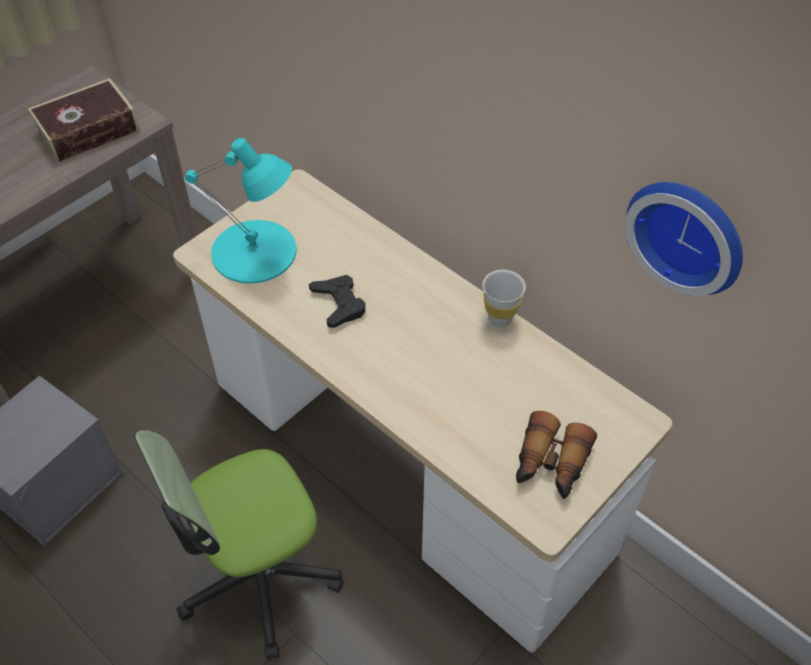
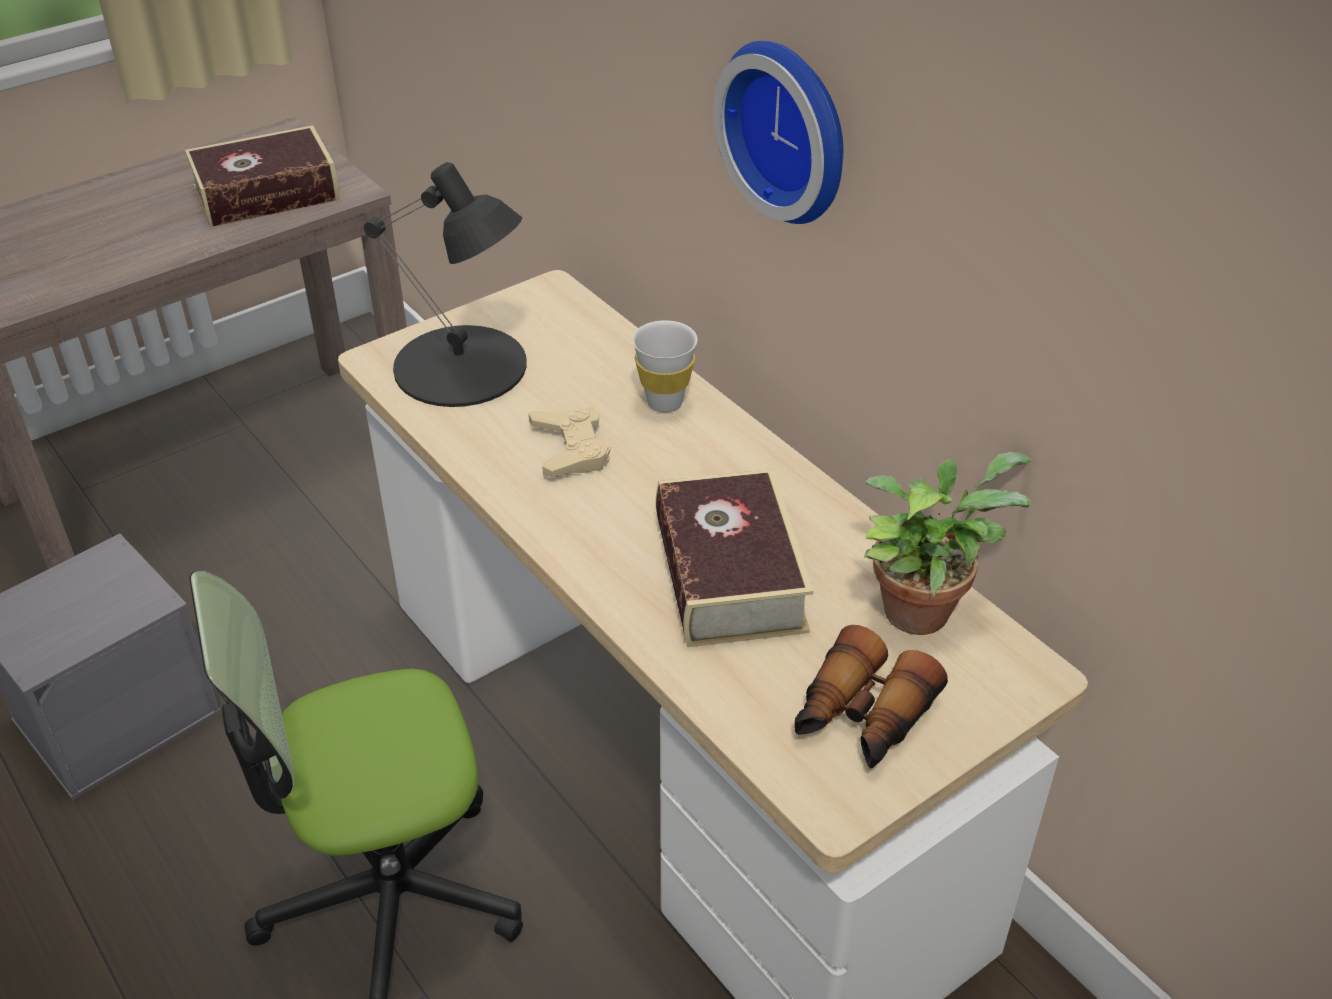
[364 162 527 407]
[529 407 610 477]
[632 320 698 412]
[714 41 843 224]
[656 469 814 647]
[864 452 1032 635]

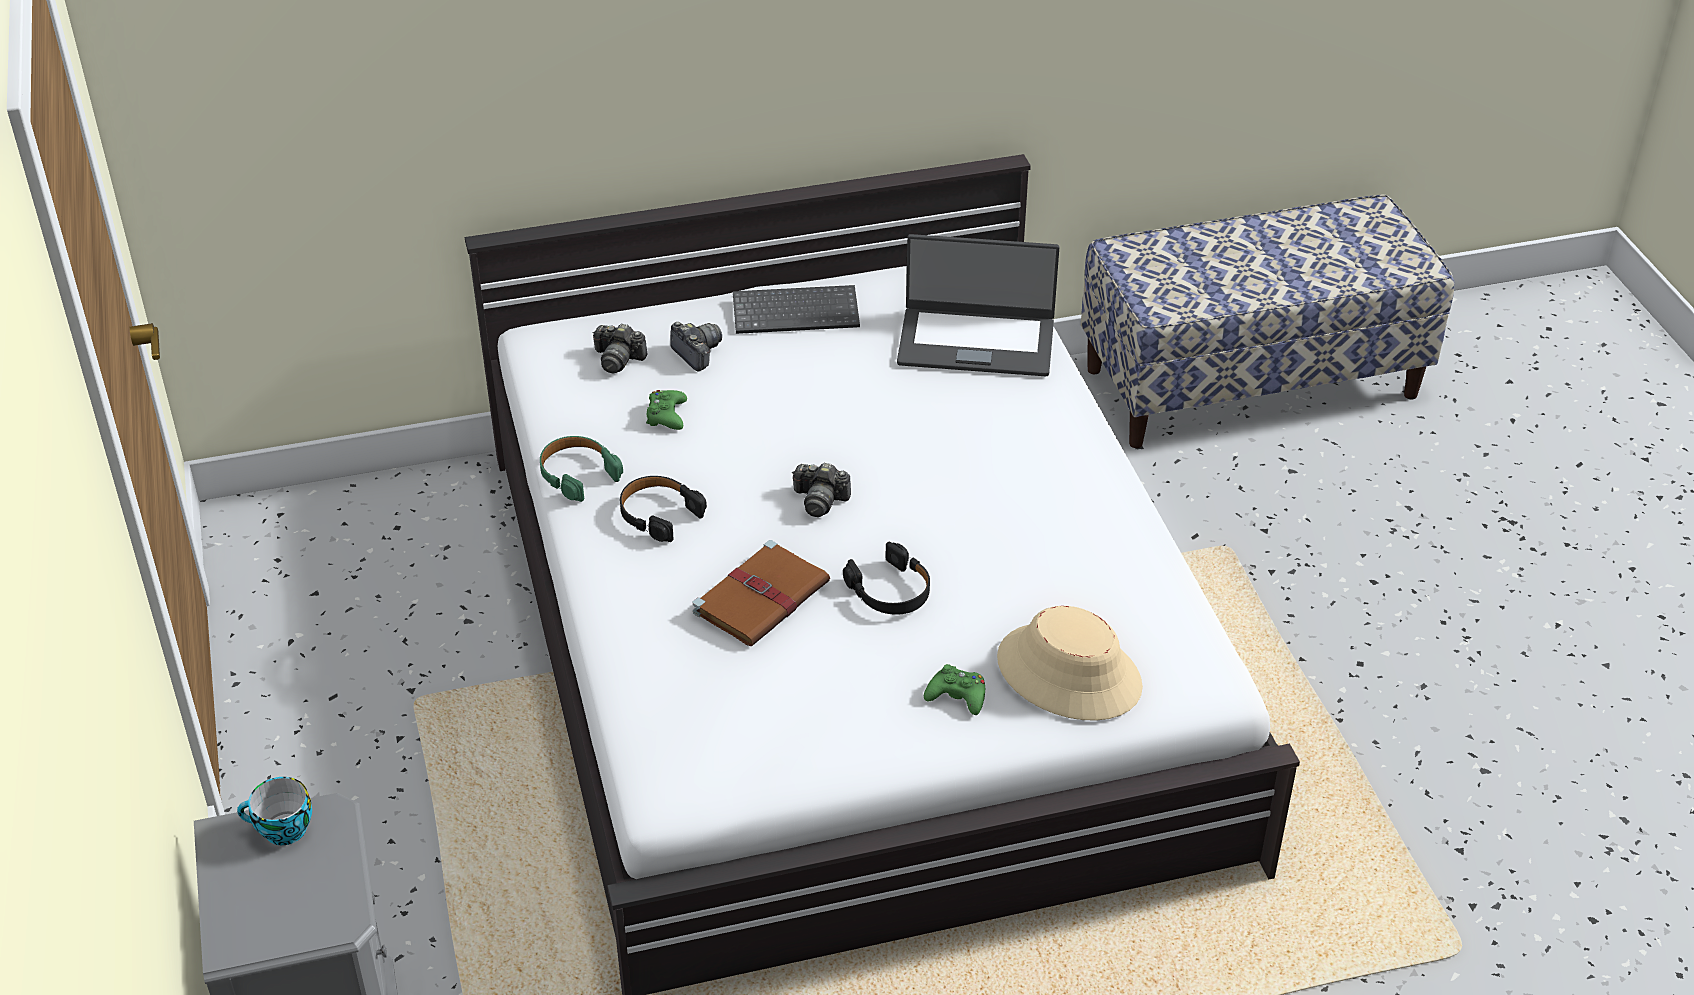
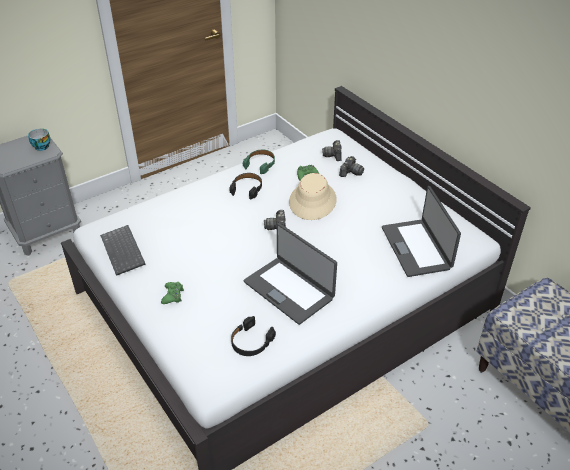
[692 540 830 647] (first image)
[100 225 146 276]
[231 316 276 356]
[289 173 337 220]
[243 223 337 325]

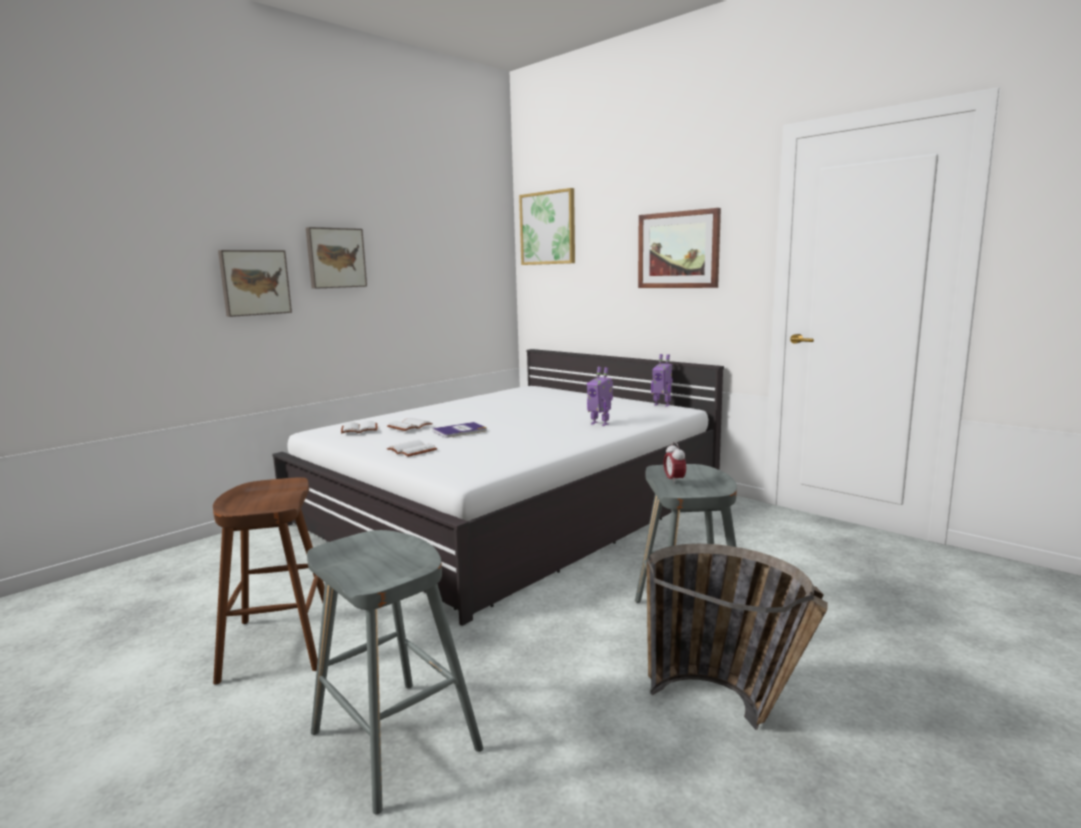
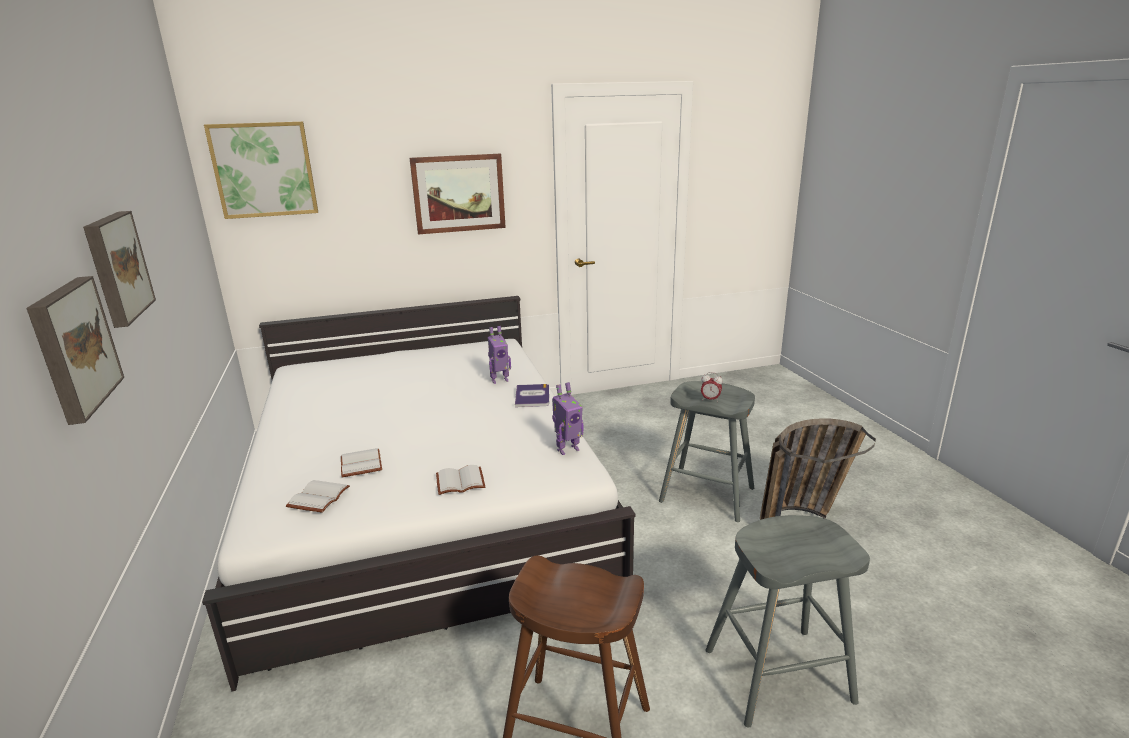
[515 384 549 407]
[552 382 583 455]

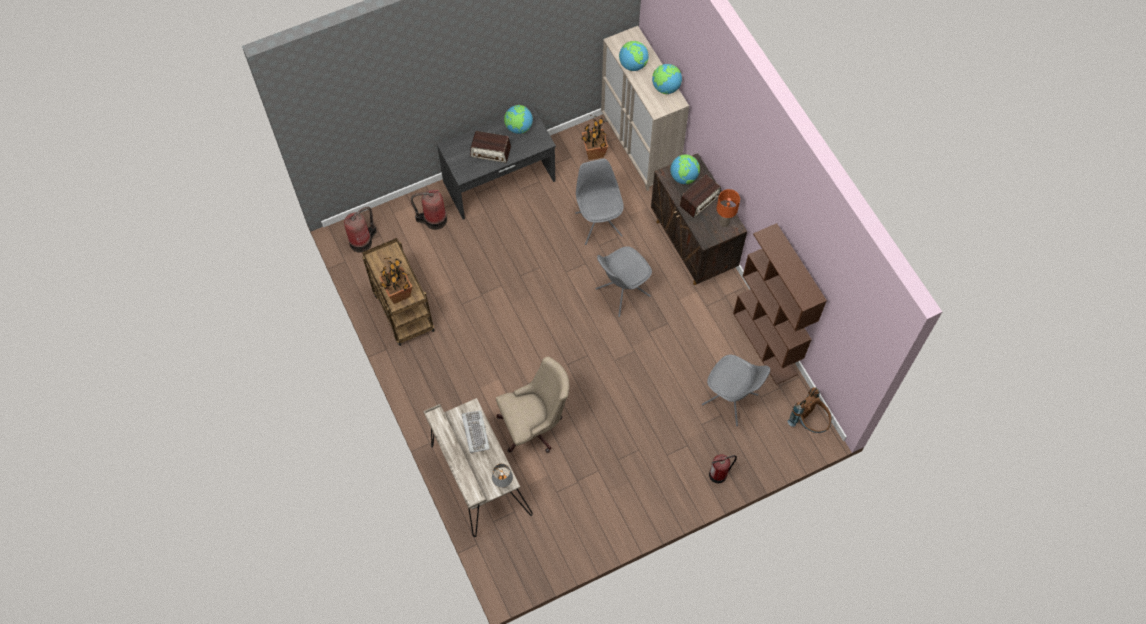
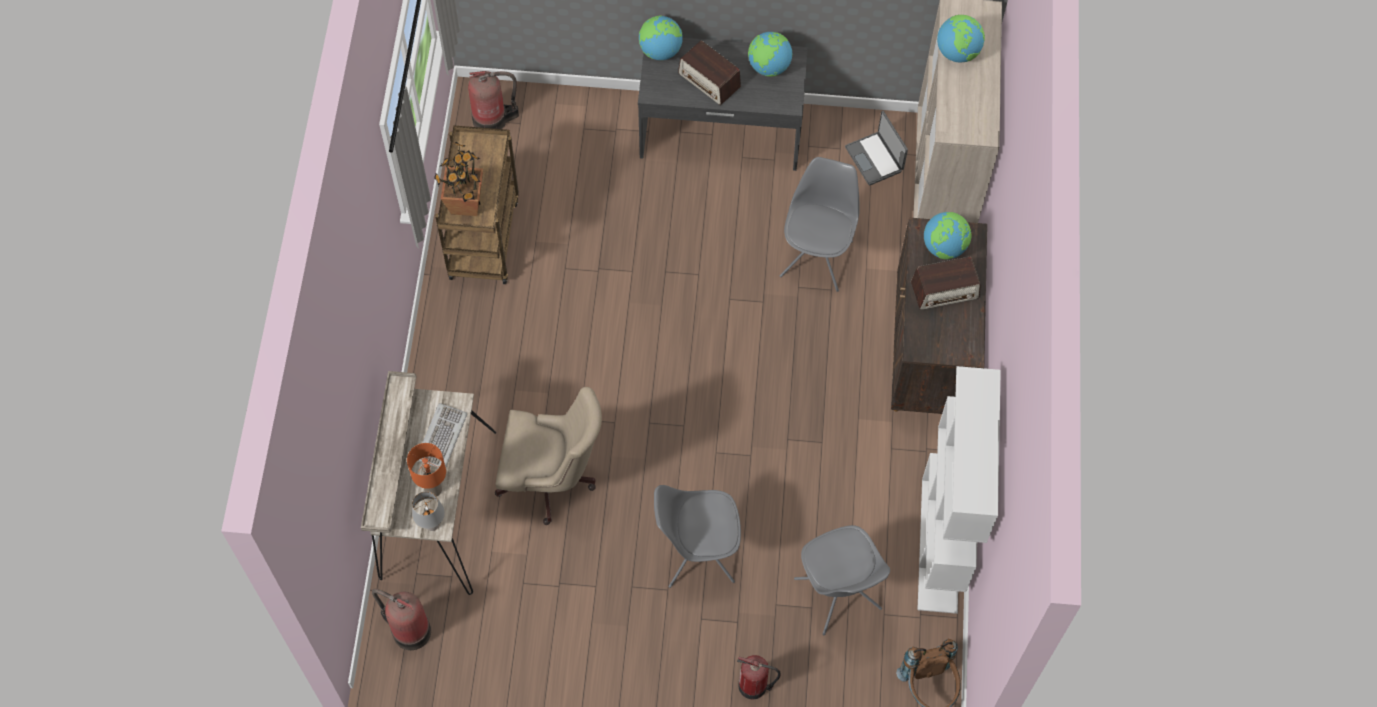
[372 589 431 650]
[845 111 908 186]
[654 485 741 588]
[639 16 683 60]
[407 443 446 497]
[917 366 1001 614]

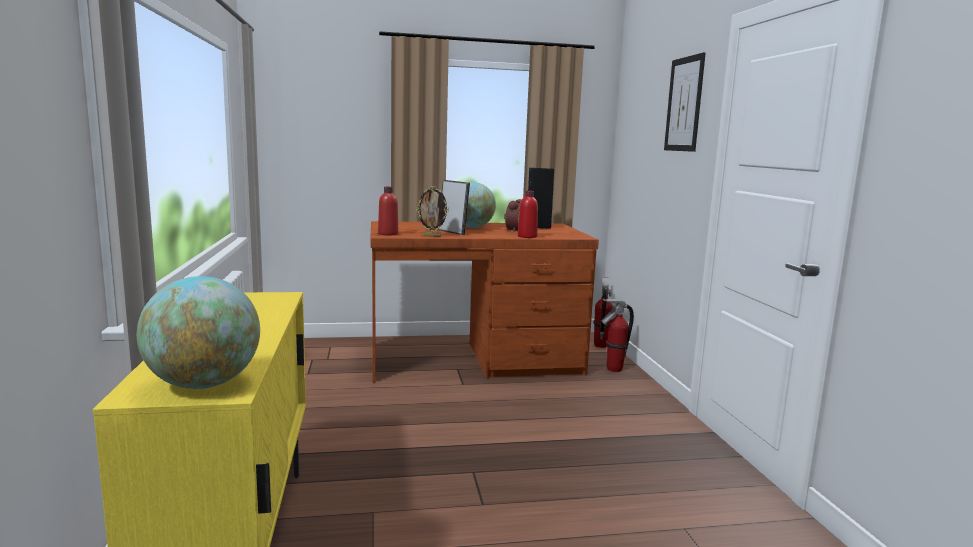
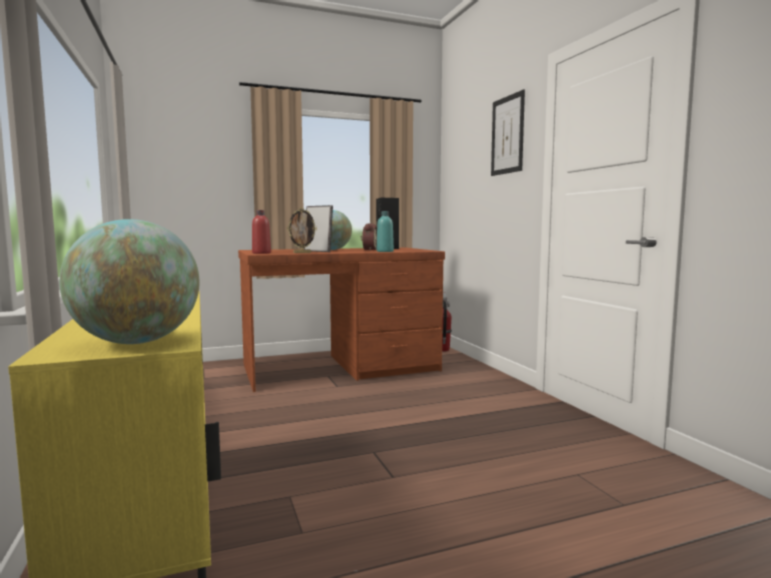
[377 211 394 252]
[601 299 634 372] (first image)

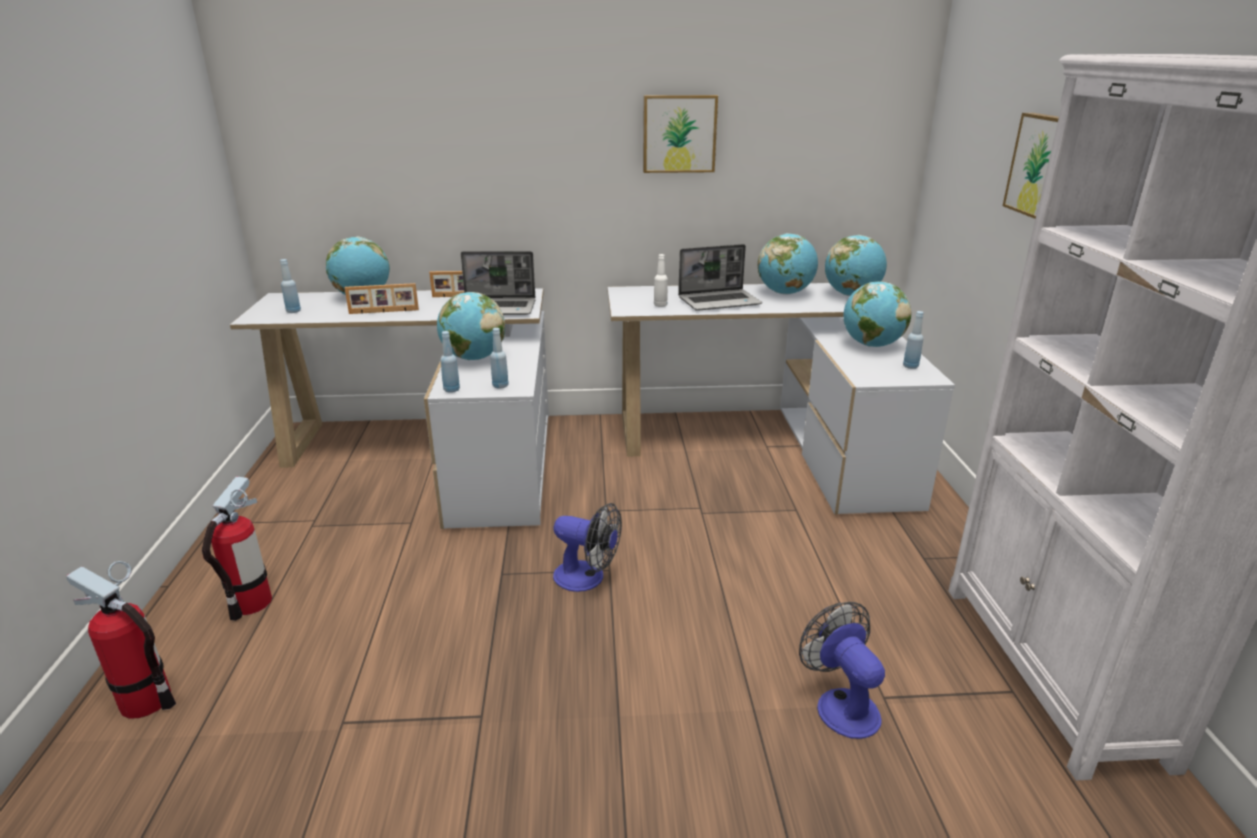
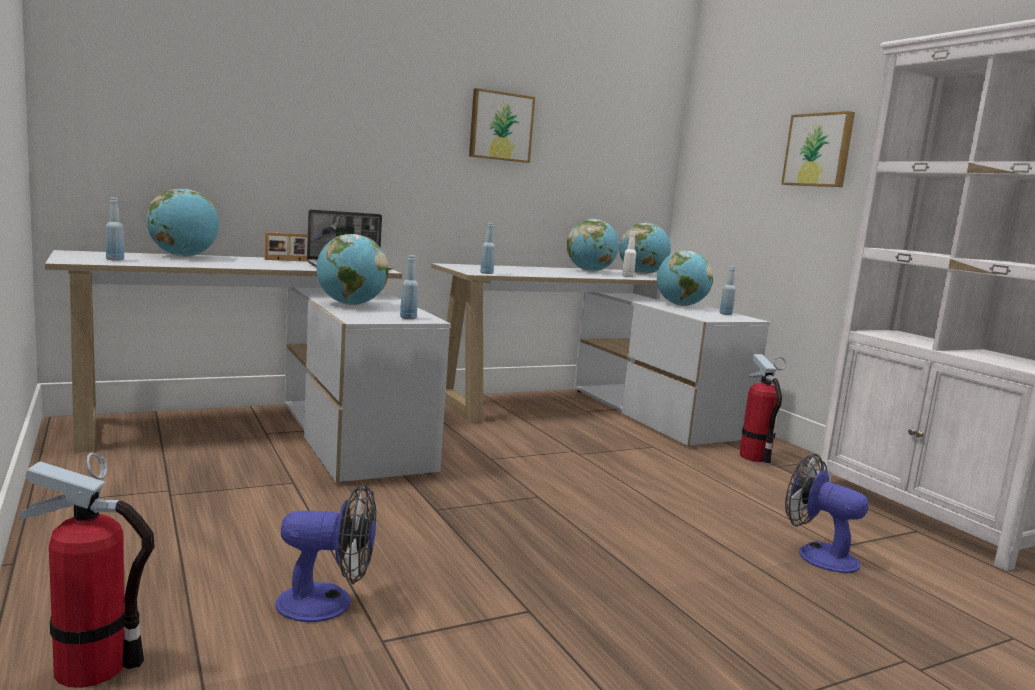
[739 354 787 463]
[345 283 419 314] (first image)
[480 223 495 274]
[276 484 376 623]
[622 232 636 277]
[678 244 762 311] (first image)

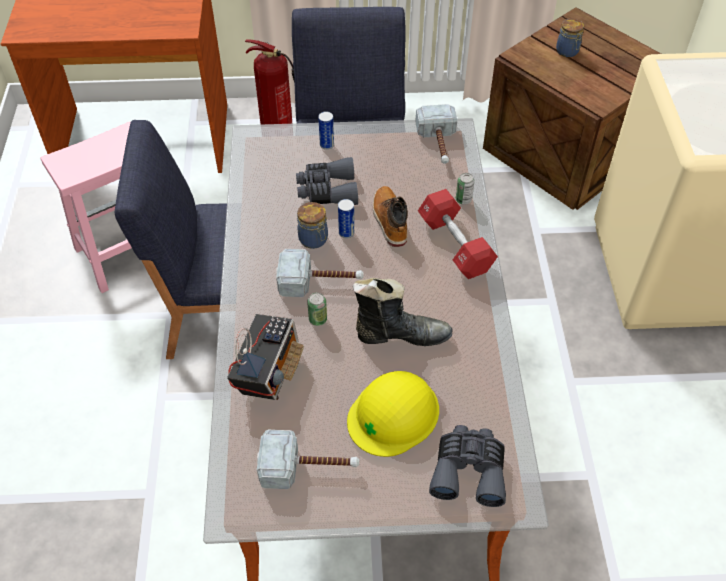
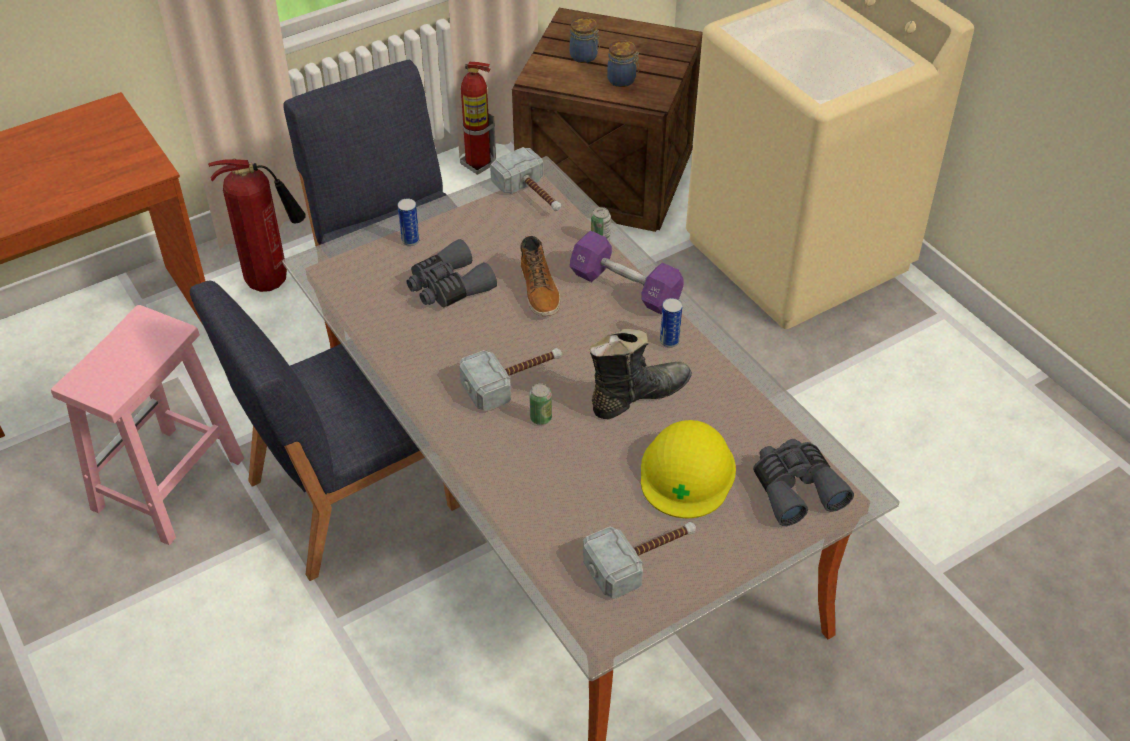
[227 314 304 400] (first image)
[607 40 639 87]
[660 298 682 348]
[520 236 560 316]
[570 230 684 315]
[460 62 496 175]

